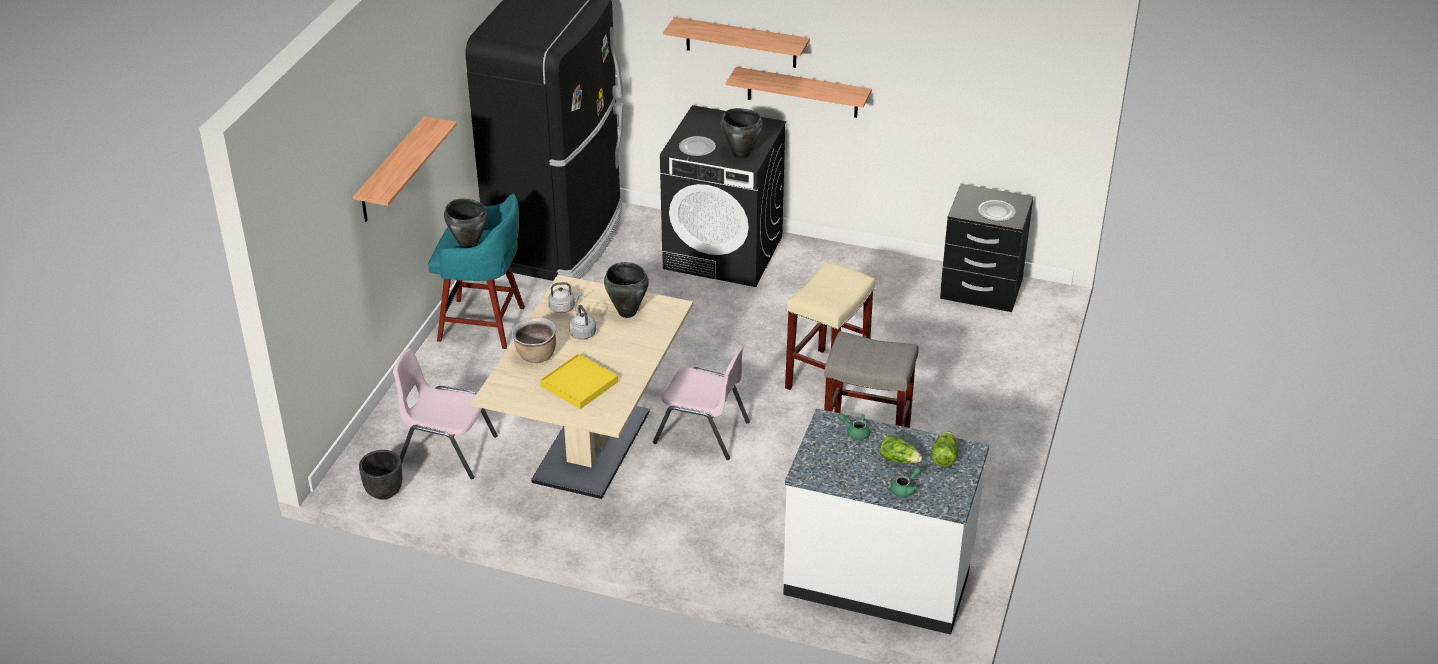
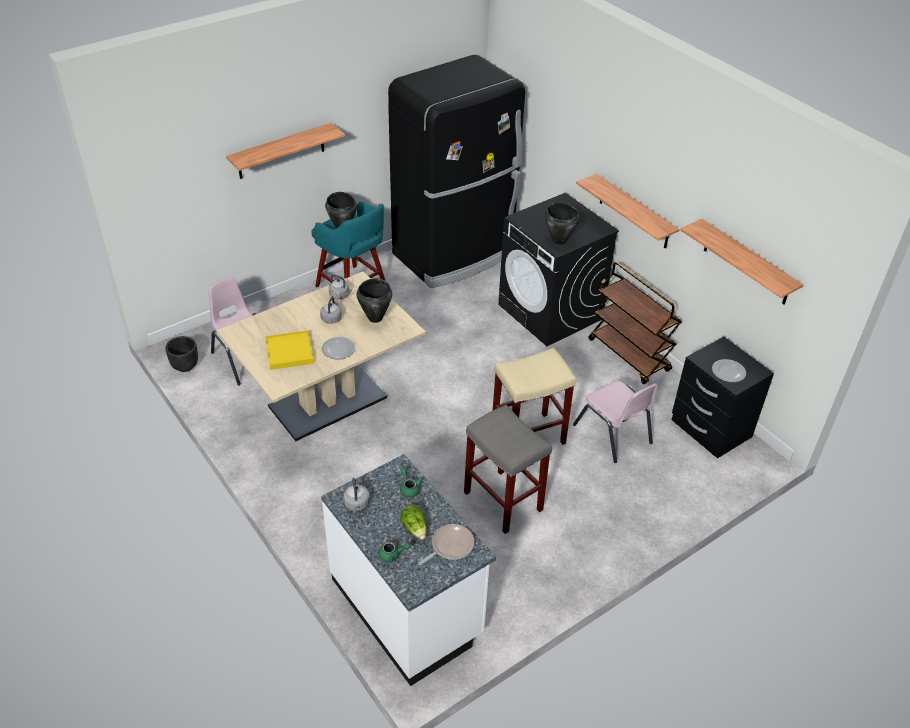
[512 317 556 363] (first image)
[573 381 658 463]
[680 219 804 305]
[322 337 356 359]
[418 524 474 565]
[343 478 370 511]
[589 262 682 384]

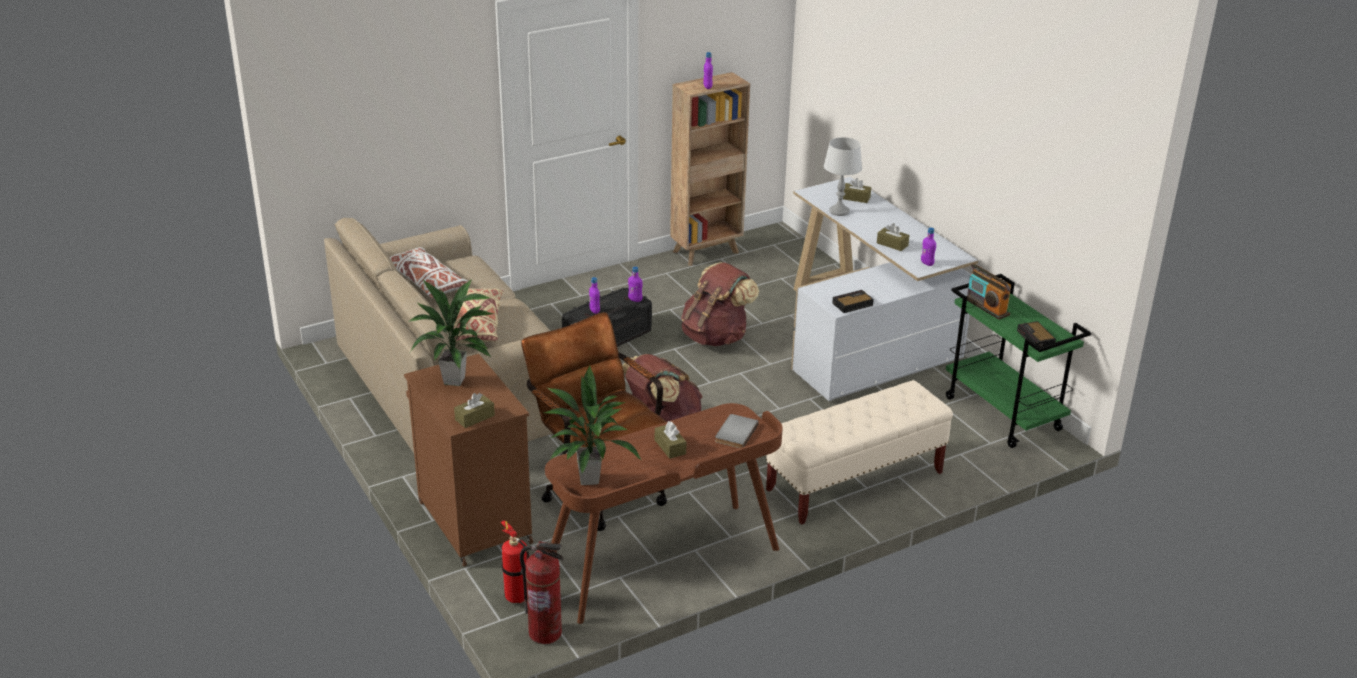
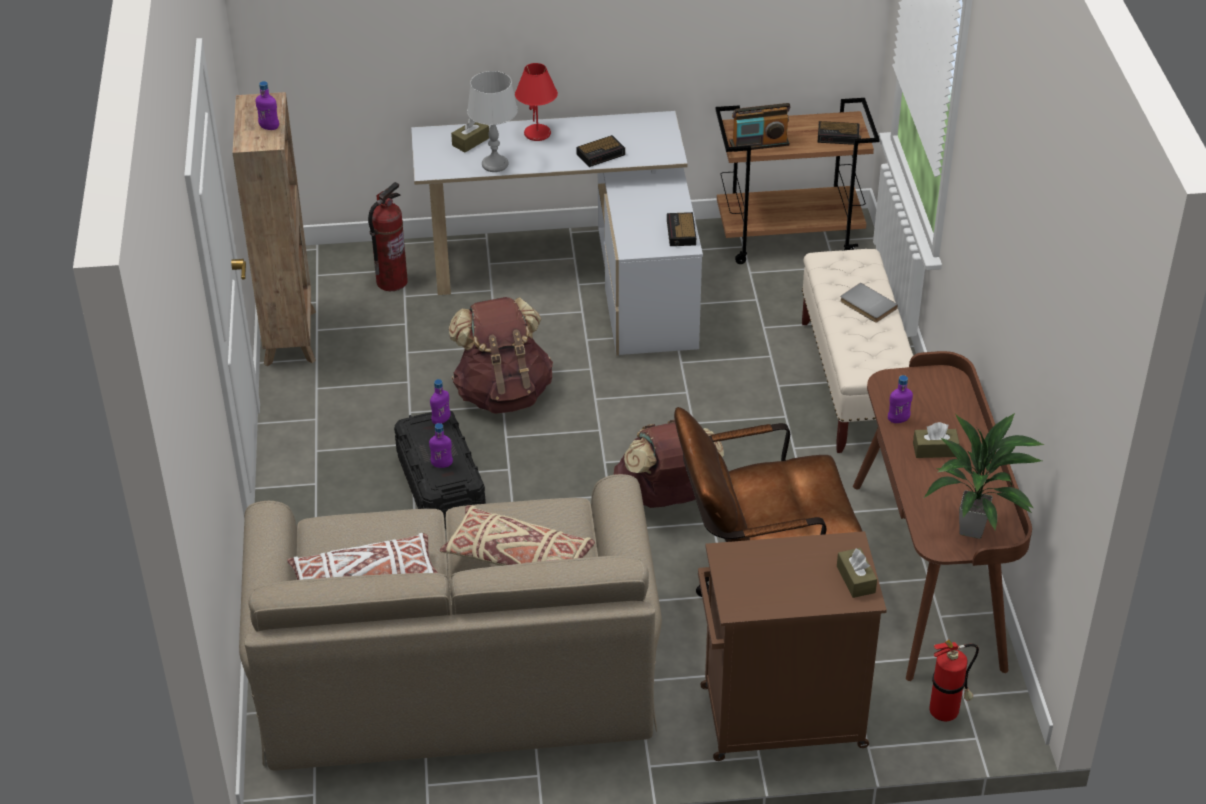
[408 280 494 386] (first image)
[368 182 408 291]
[840 283 898 323]
[576 135 625 167]
[888 375 913 423]
[715 98 880 264]
[515 63 558 141]

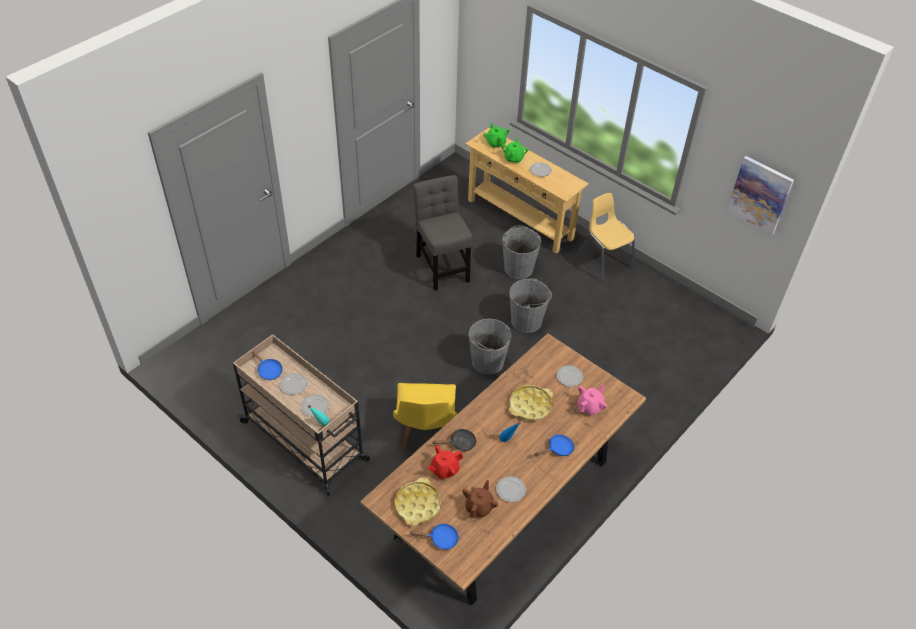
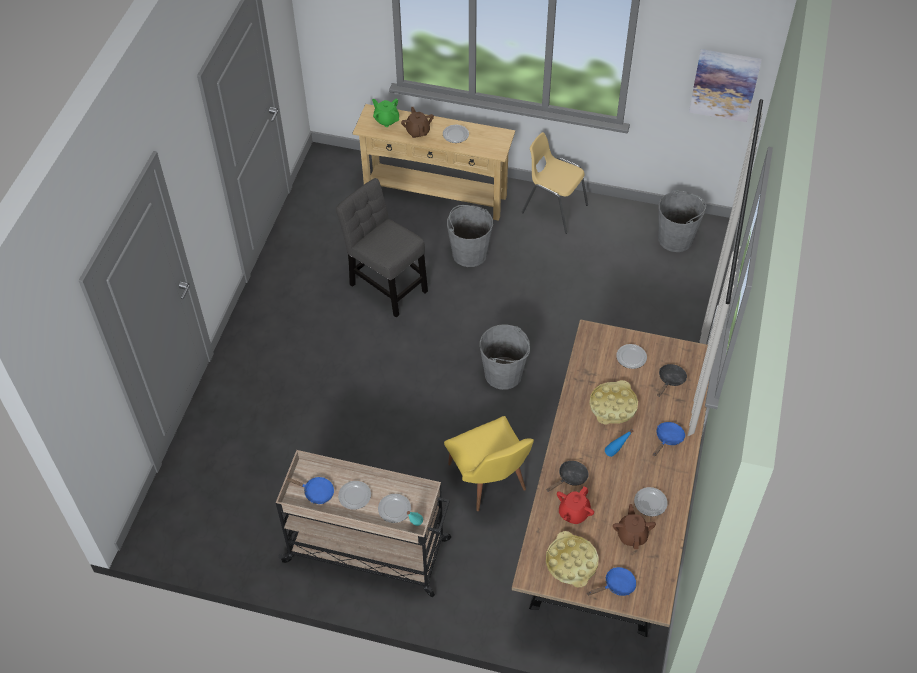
[401 107 434 138]
[658 190 706 252]
[657 364 687 397]

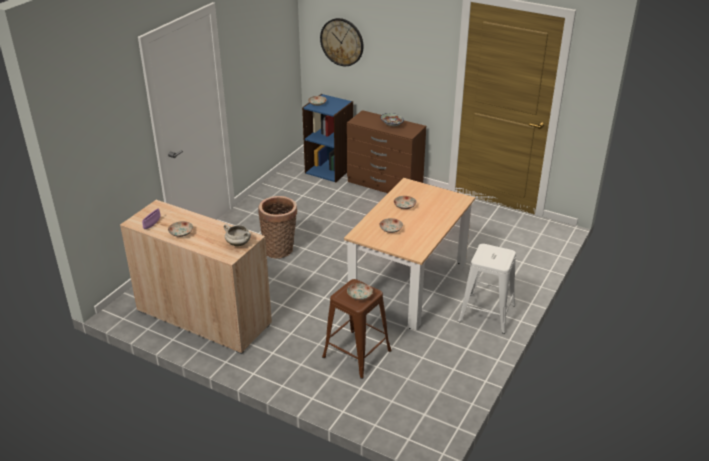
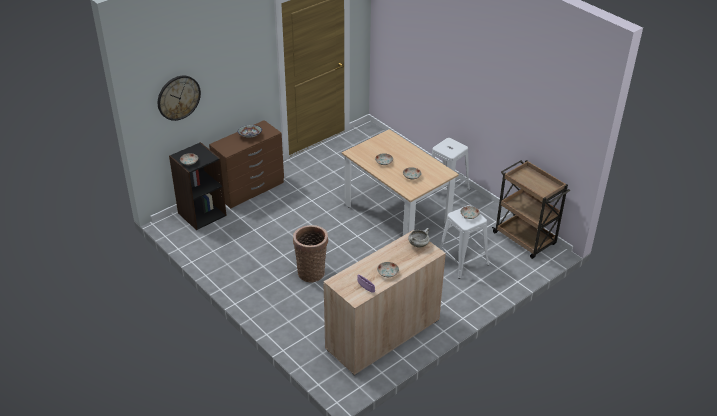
[169 142 227 230]
[440 205 489 279]
[492 160 570 259]

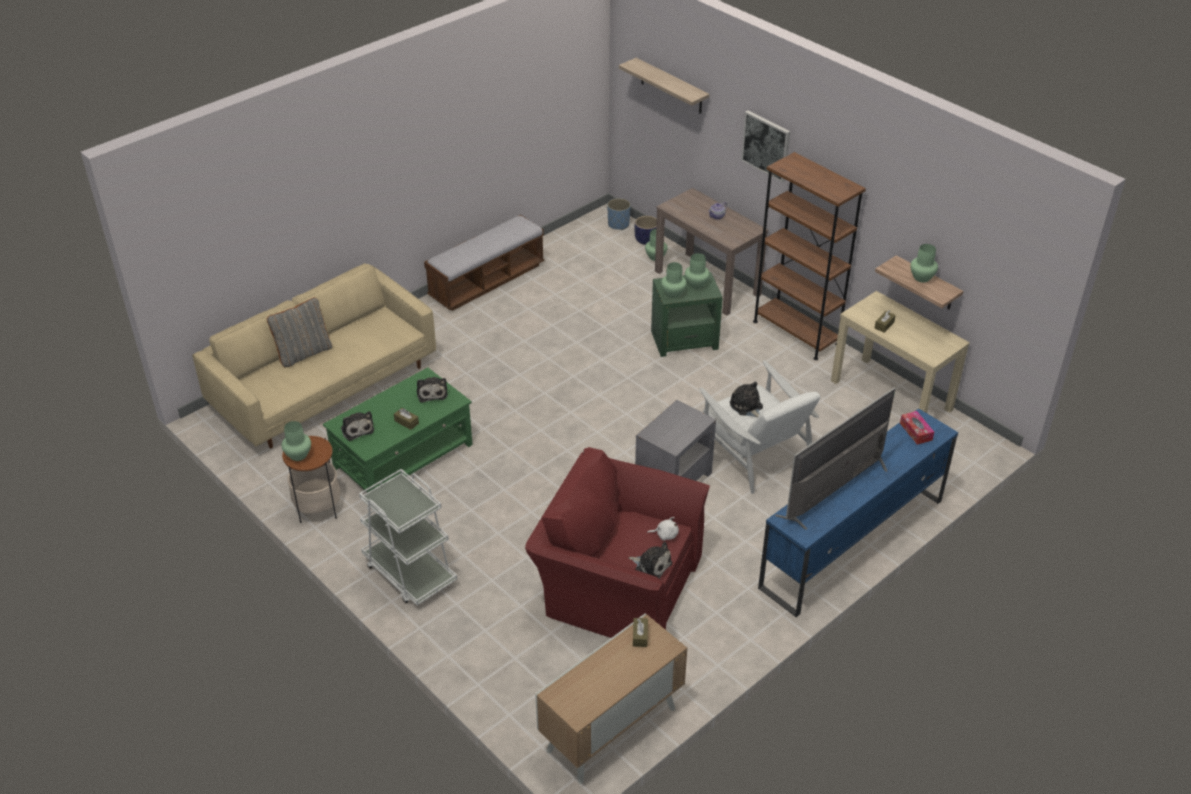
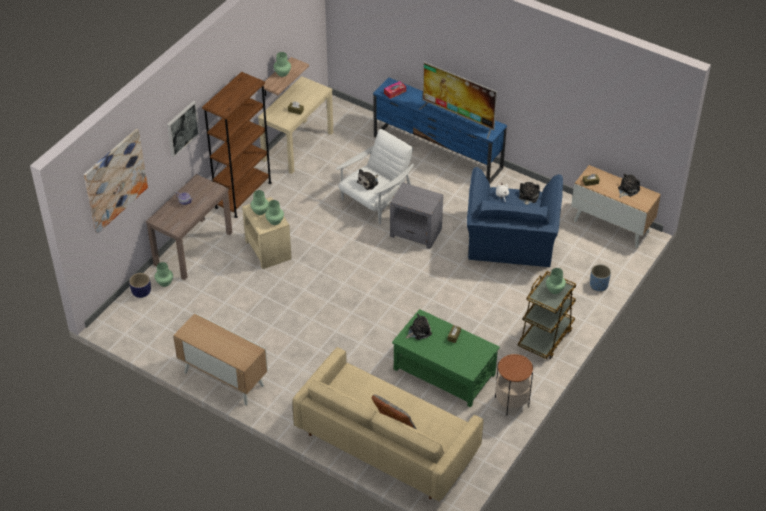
[546 268 566 294]
[618 174 640 198]
[518 271 576 359]
[173 313 268 406]
[467 167 563 267]
[590 264 611 291]
[84 129 148 233]
[242 197 292 269]

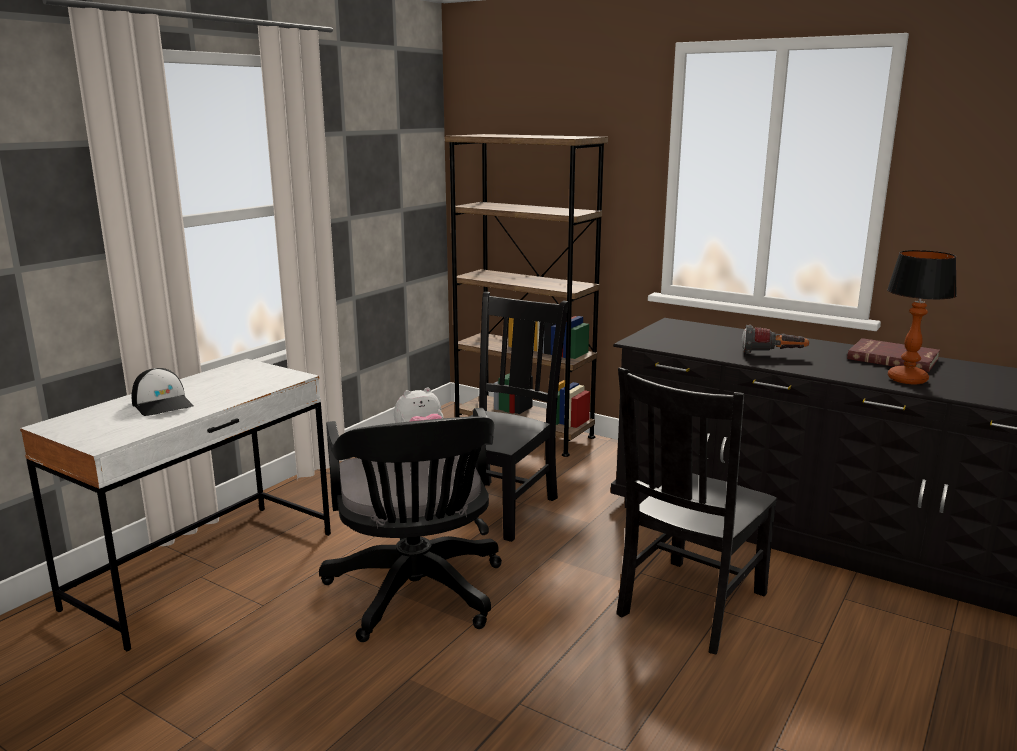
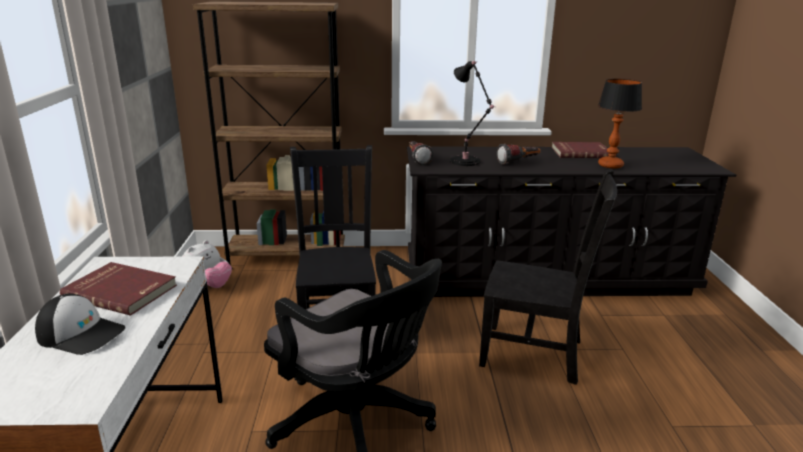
[479 169 617 385]
[60 262 177 316]
[409 141 433 165]
[450 61 495 166]

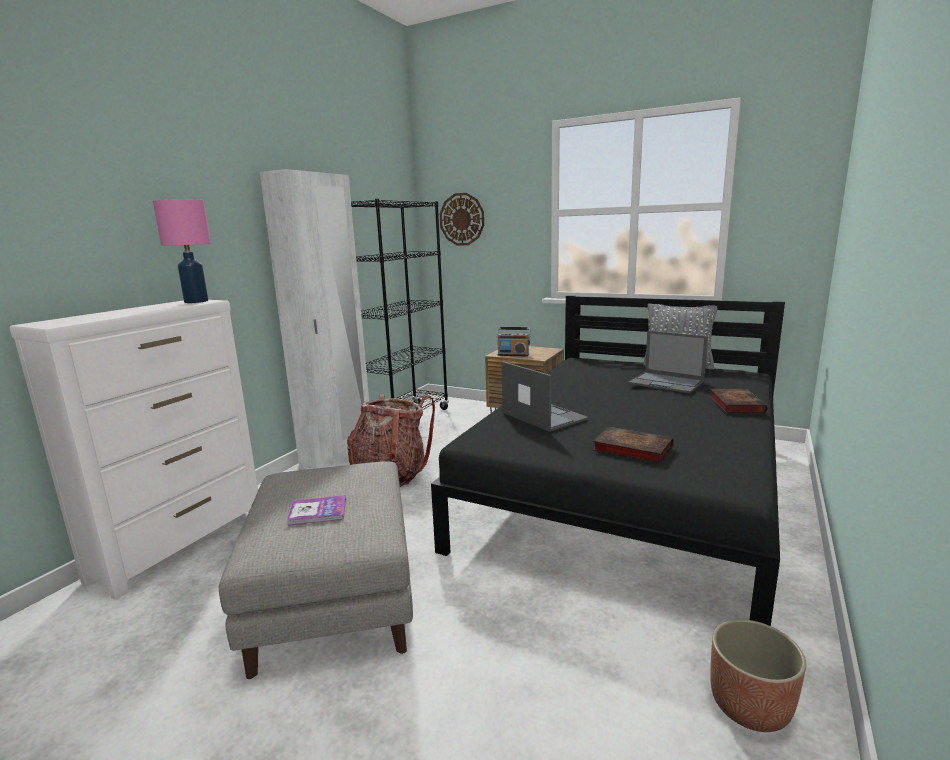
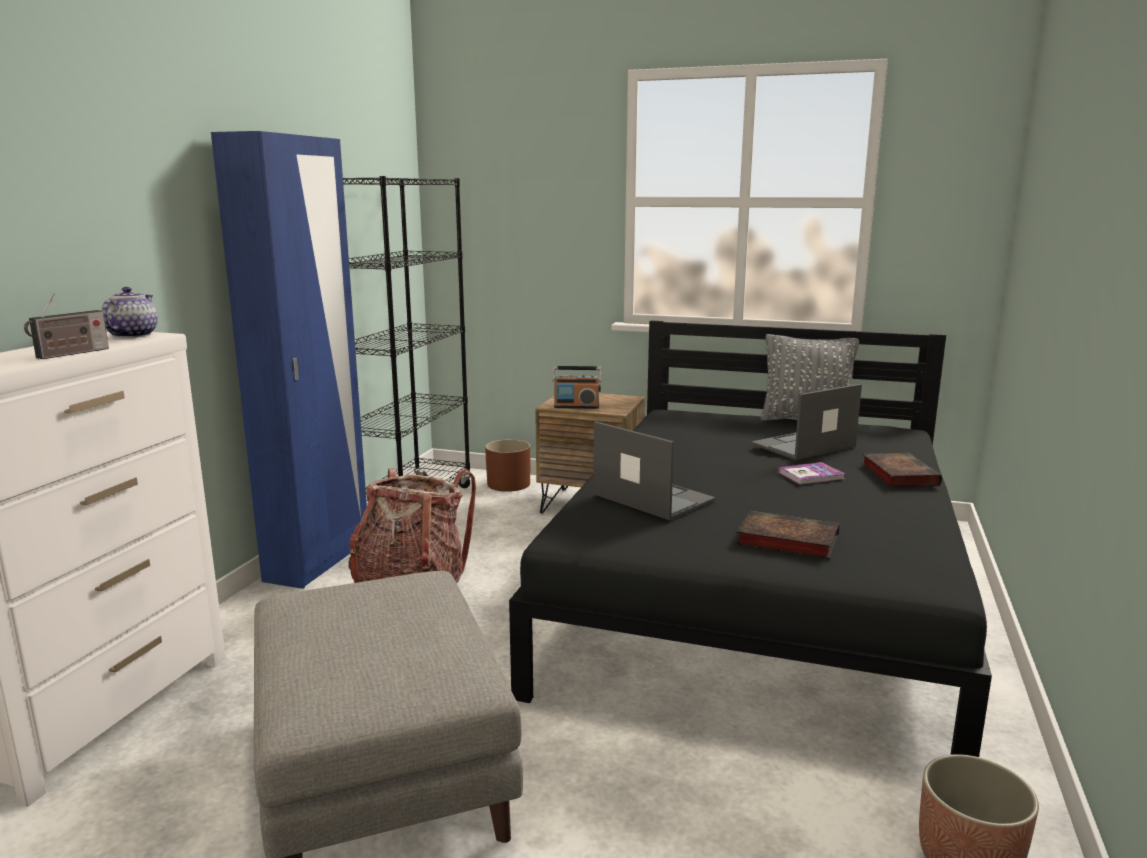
[102 287 158 338]
[211 131 367 589]
[778 462 845 485]
[440 193 484 245] (first image)
[751 384 862 460]
[24 294 109 359]
[485 439 531 492]

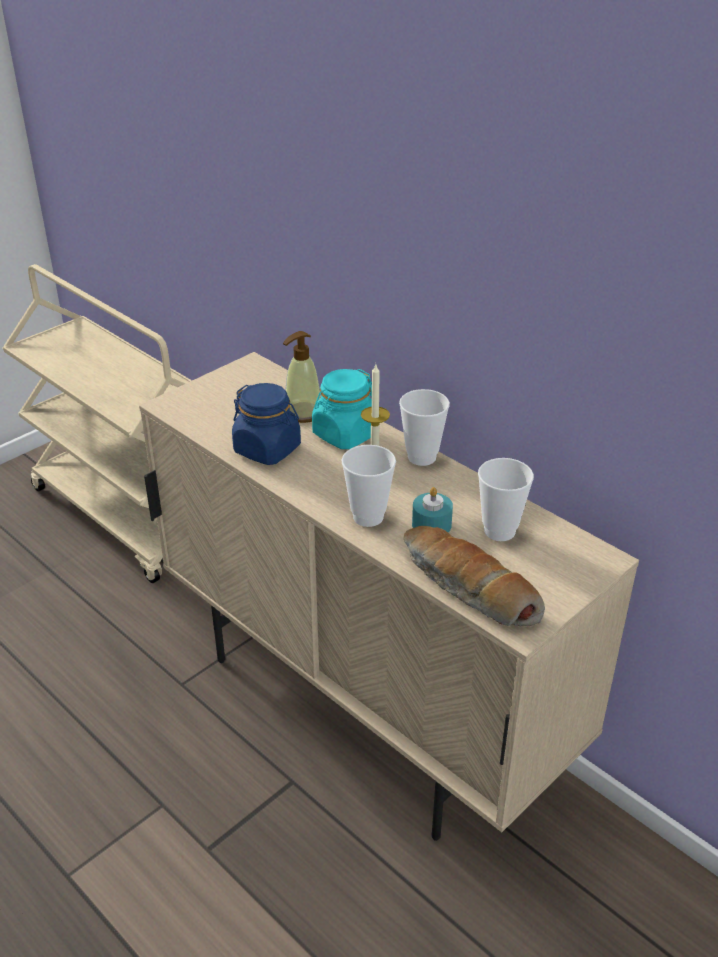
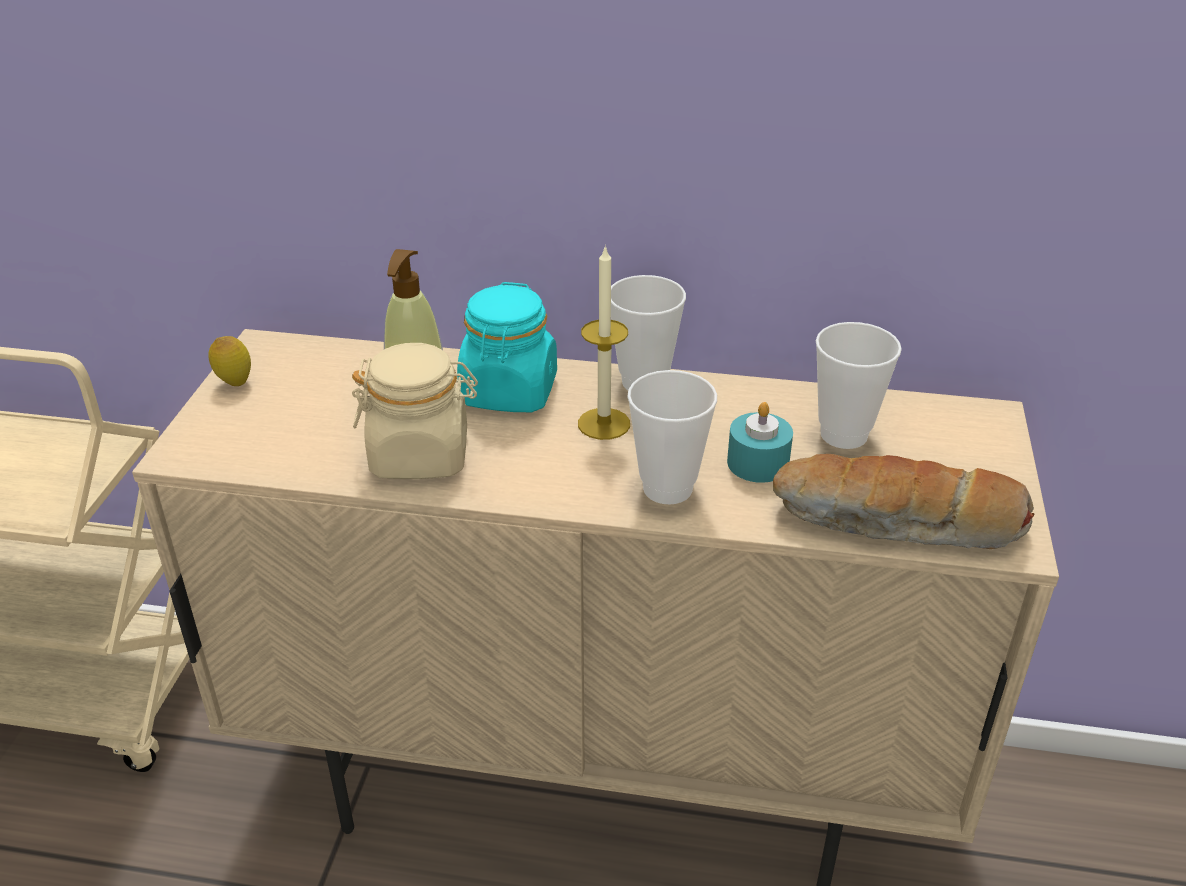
[352 343 478 479]
[208 336 251 386]

